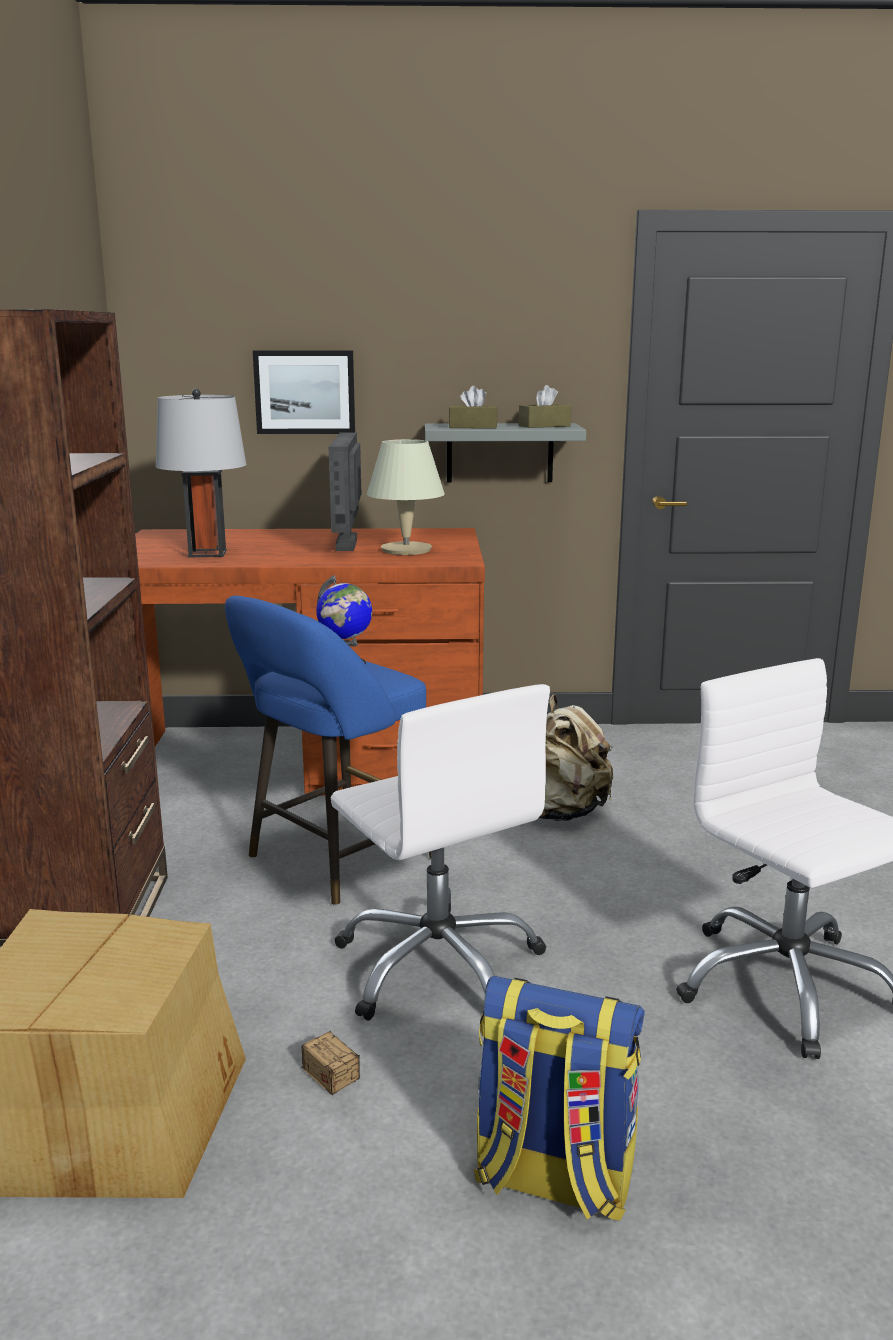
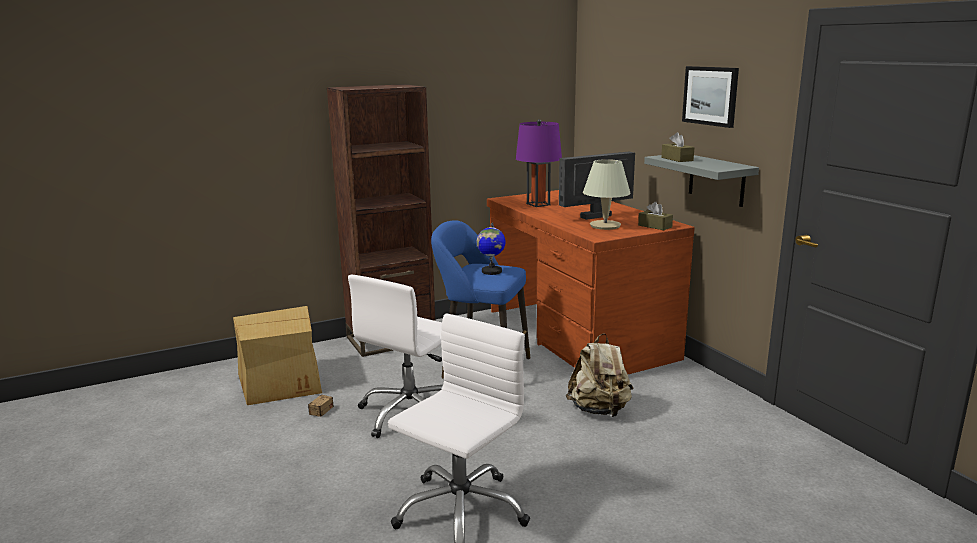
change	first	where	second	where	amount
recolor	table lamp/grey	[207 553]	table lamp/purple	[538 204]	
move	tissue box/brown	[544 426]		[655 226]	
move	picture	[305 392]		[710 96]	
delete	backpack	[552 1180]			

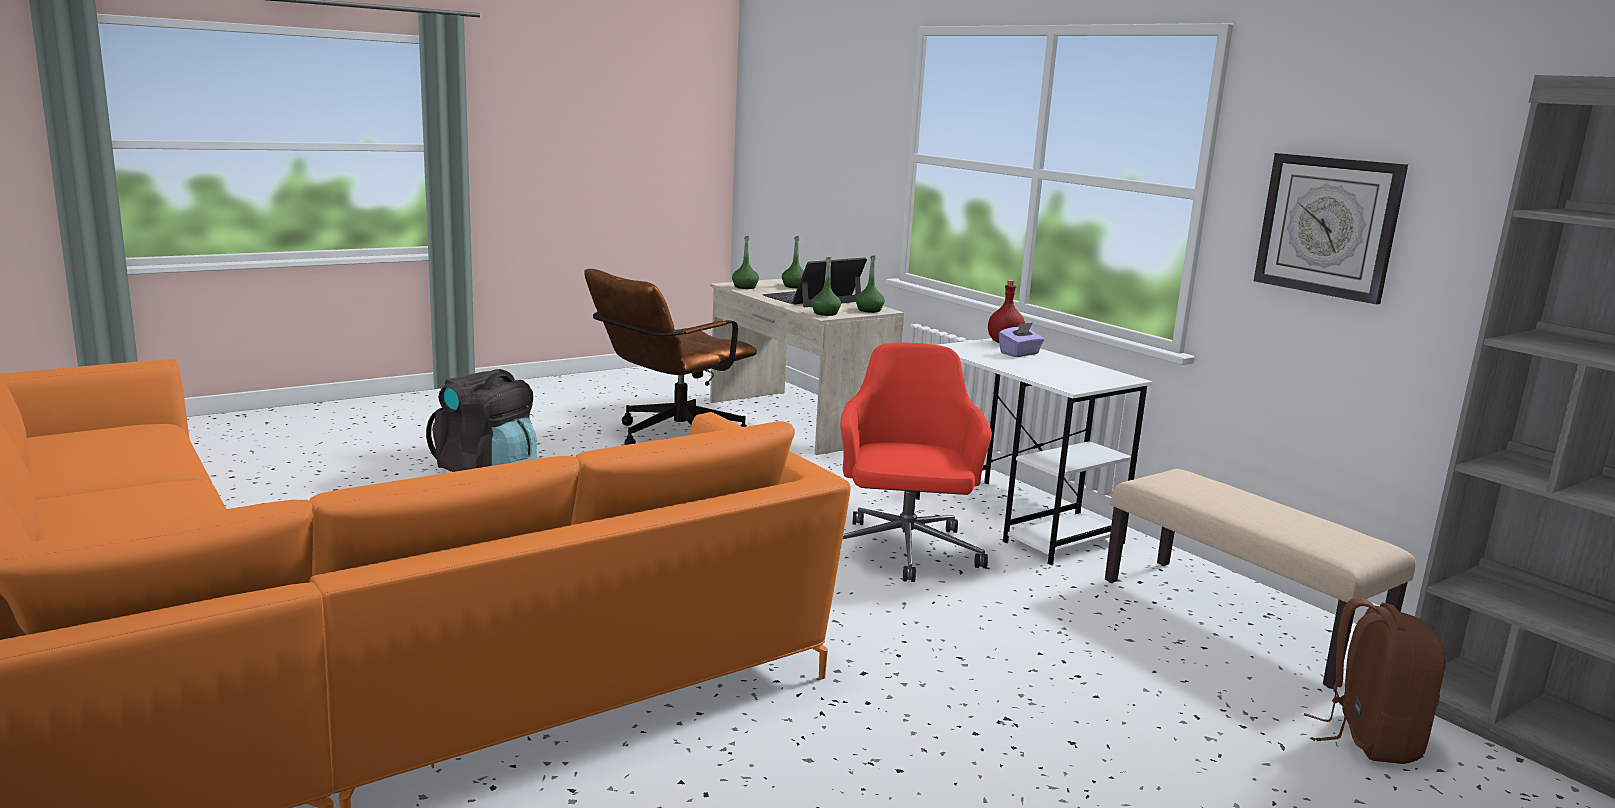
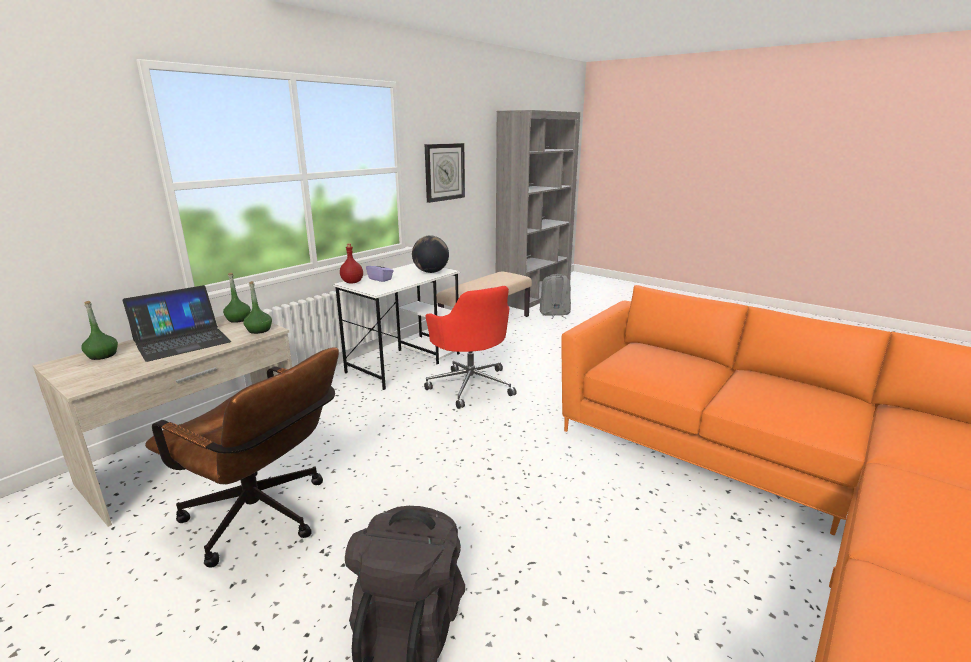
change	first	where	second	where	amount
rotate	laptop	[812 298]		[182 341]	75 degrees counterclockwise
insert			globe	[431 272]	
rotate	office chair/red	[903 553]		[471 385]	105 degrees counterclockwise
recolor	backpack/brown	[1368 738]	backpack/grey	[554 314]	
delete	bottle/green	[744 287]			

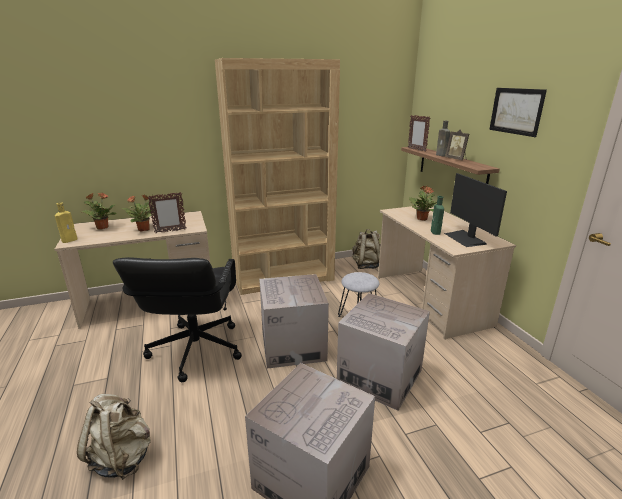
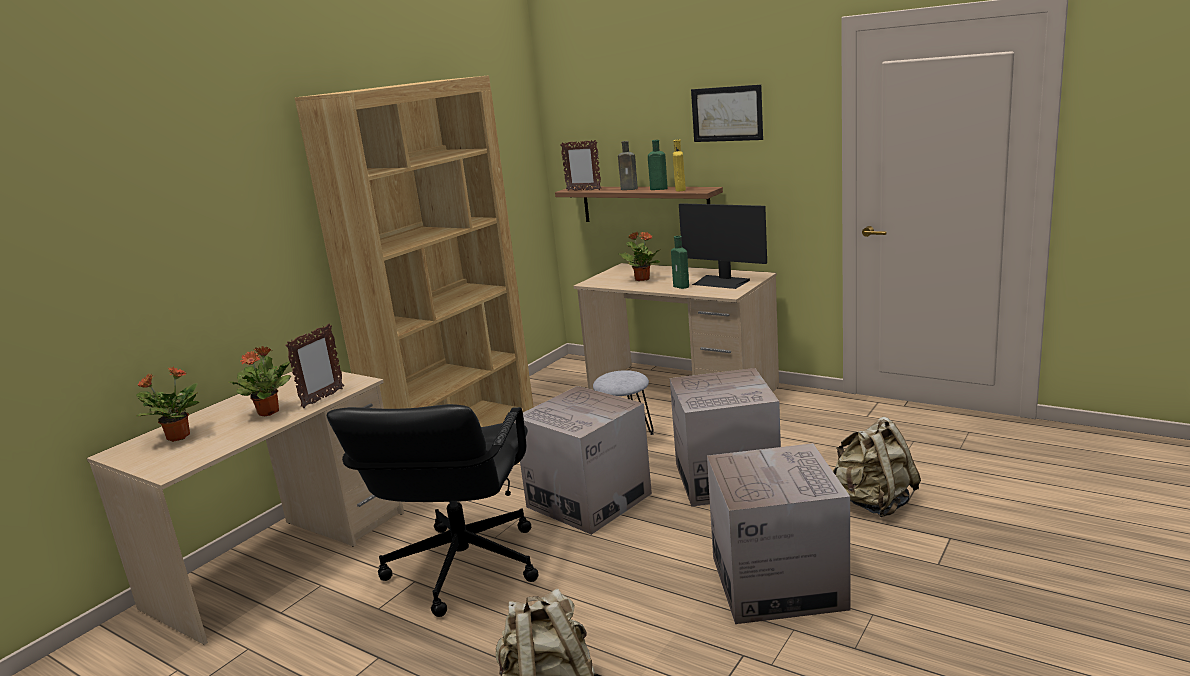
change	first	where	second	where	amount
rotate	office chair/black	[195 350]		[462 567]	45 degrees clockwise
replace	picture frame	[456 159]	bottle/green	[657 189]	
move	bottle/yellow	[70 240]		[680 189]	
move	backpack/beige	[366 265]		[874 503]	

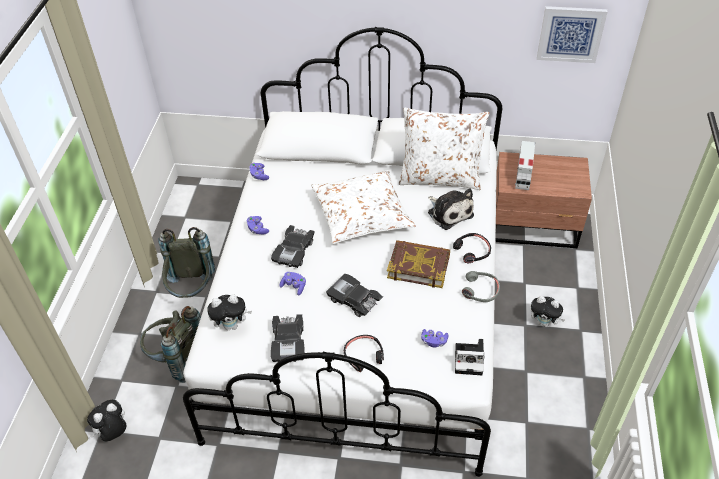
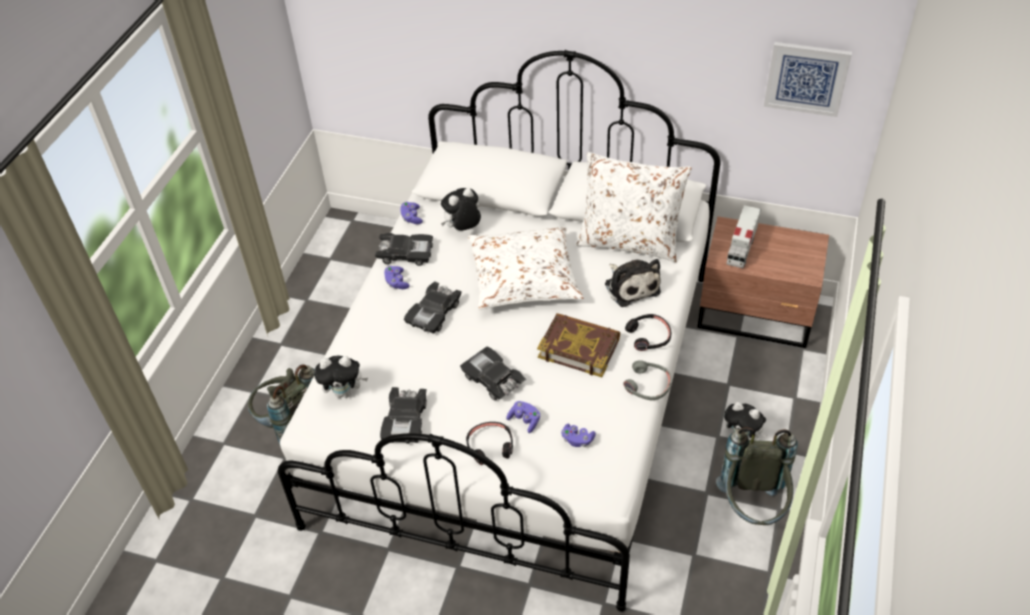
change	first	where	second	where	amount
insert			toy car/black	[405 253]	
move	plush toy	[113 433]		[463 229]	
move	game controller/purple	[294 286]		[524 420]	
move	backpack/grey	[192 291]		[753 509]	
delete	photo camera	[470 359]			

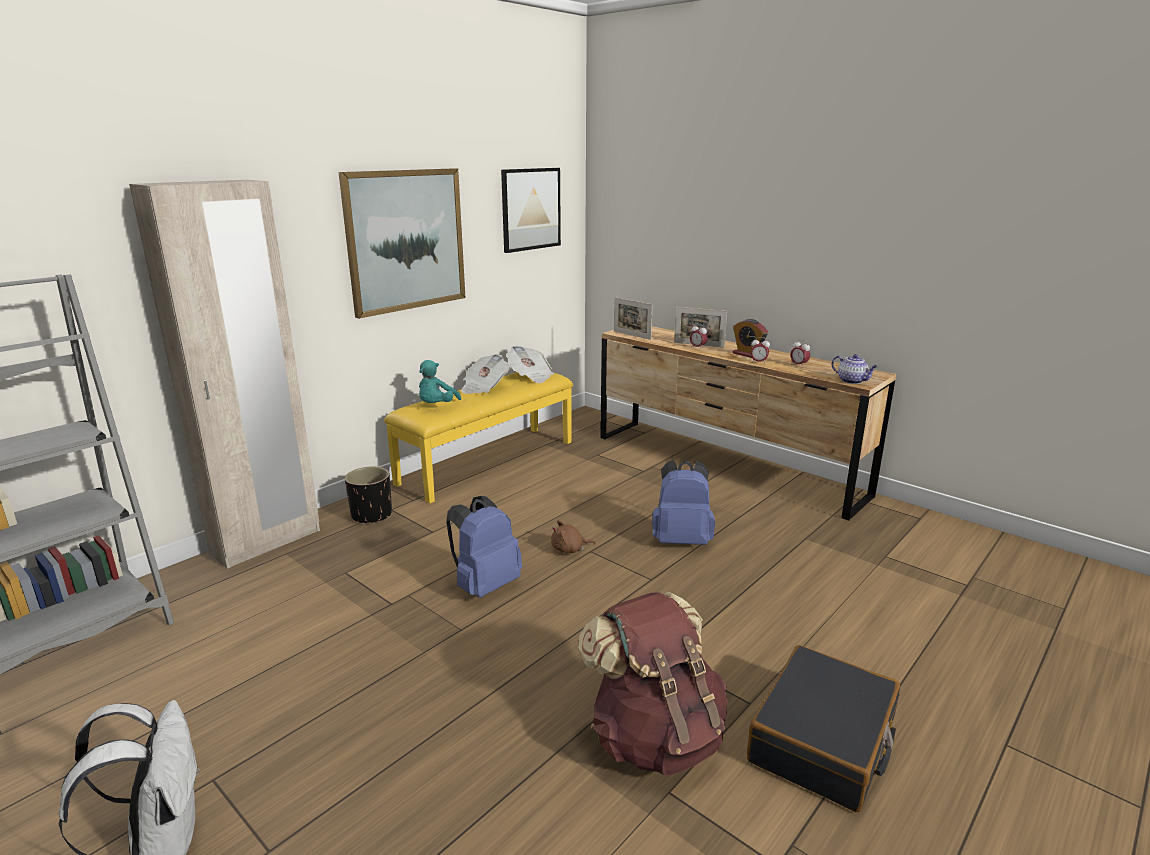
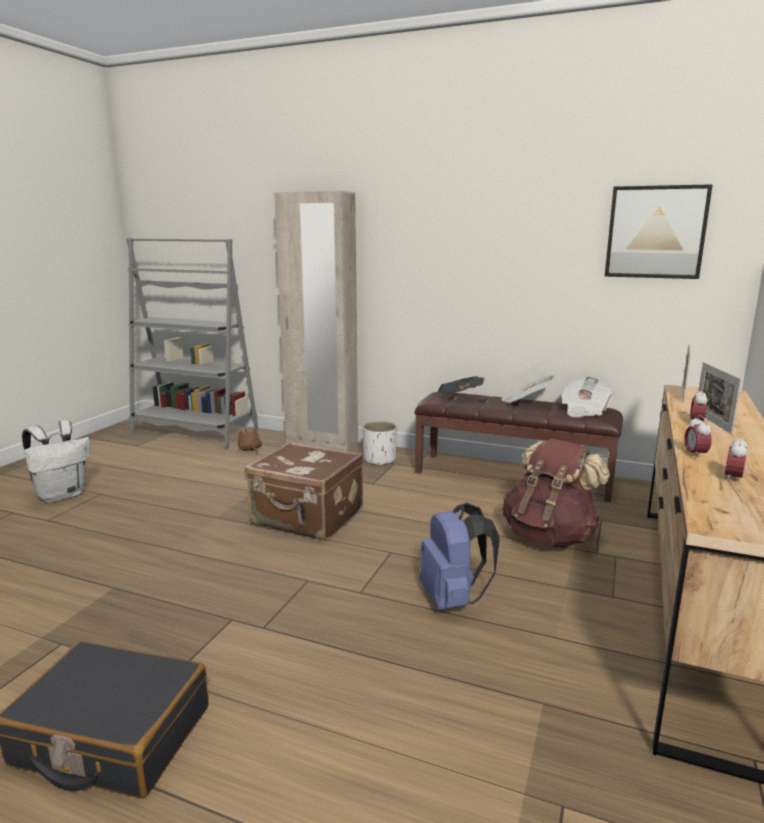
change	first	where	second	where	amount
move	plush toy/brown	[569 549]		[250 450]	
replace	backpack/blue	[485 585]	suitcase/brown	[307 519]	
recolor	planter/black	[372 515]	planter/white	[379 460]	
recolor	bench/yellow	[487 462]	bench/brown	[513 476]	
replace	plush toy/turquoise	[436 406]	newspaper	[460 398]	
move	backpack/brown	[655 737]		[549 537]	
delete	picture	[406 240]			
delete	alarm clock	[747 354]			
delete	teapot	[852 381]			

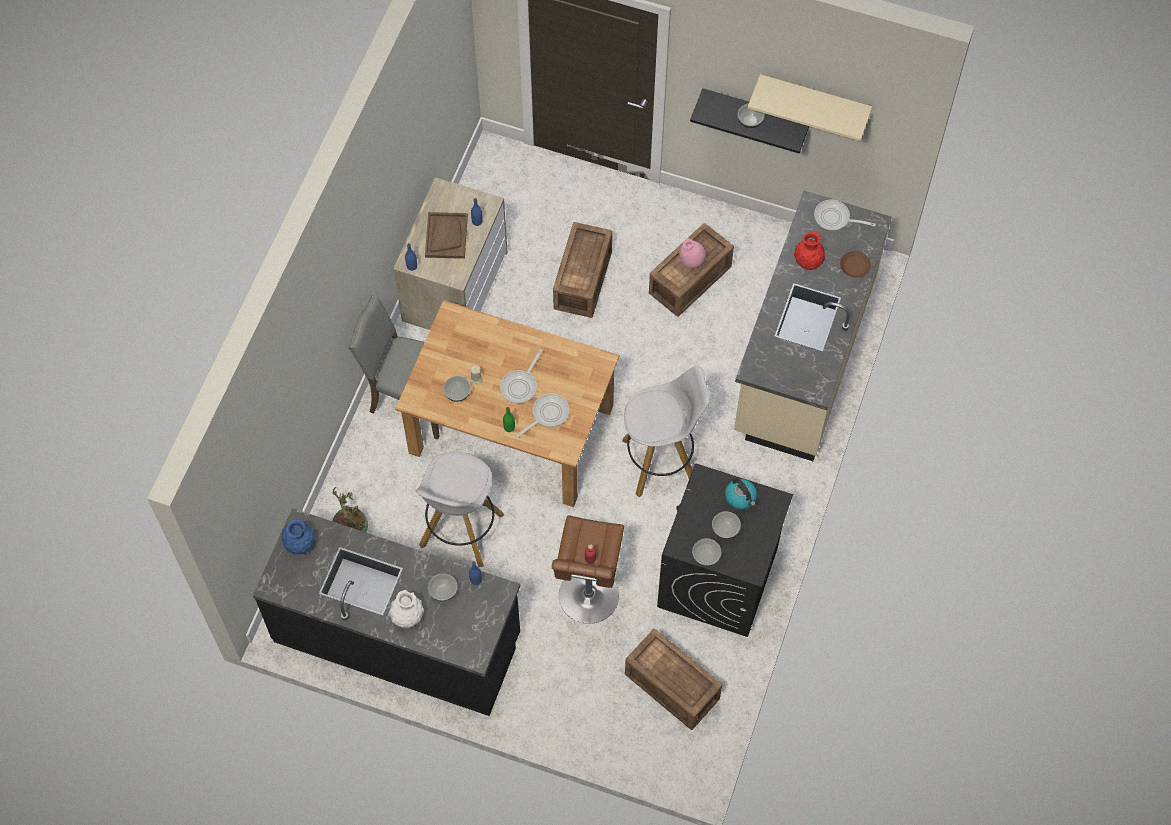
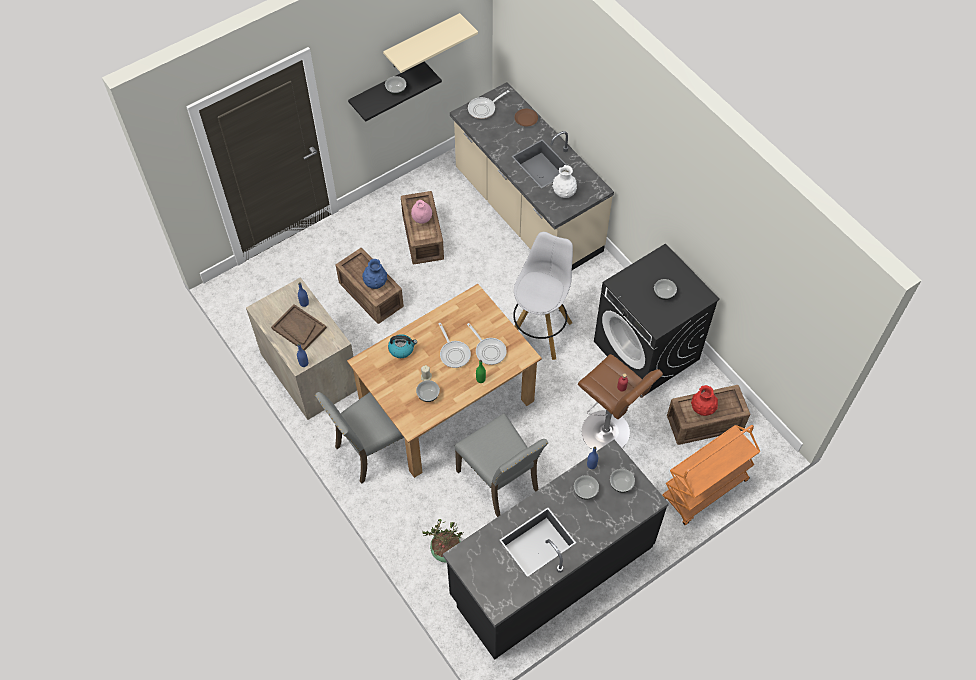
change	first	where	second	where	amount
move	vase/blue	[300 544]		[375 283]	
move	kettle	[741 497]		[402 349]	
replace	stool/white	[461 531]	chair/grey	[500 480]	
rotate	frying pan	[547 414]		[489 350]	150 degrees clockwise
move	vase/white	[407 616]		[564 193]	
move	bowl	[705 556]		[621 484]	
insert			cart/orange	[704 490]	
move	vase/red	[808 262]		[702 409]	

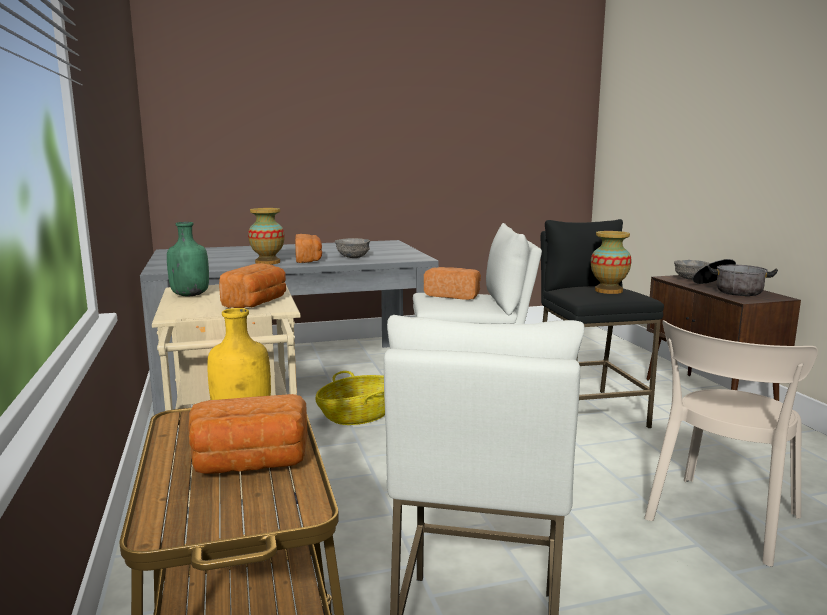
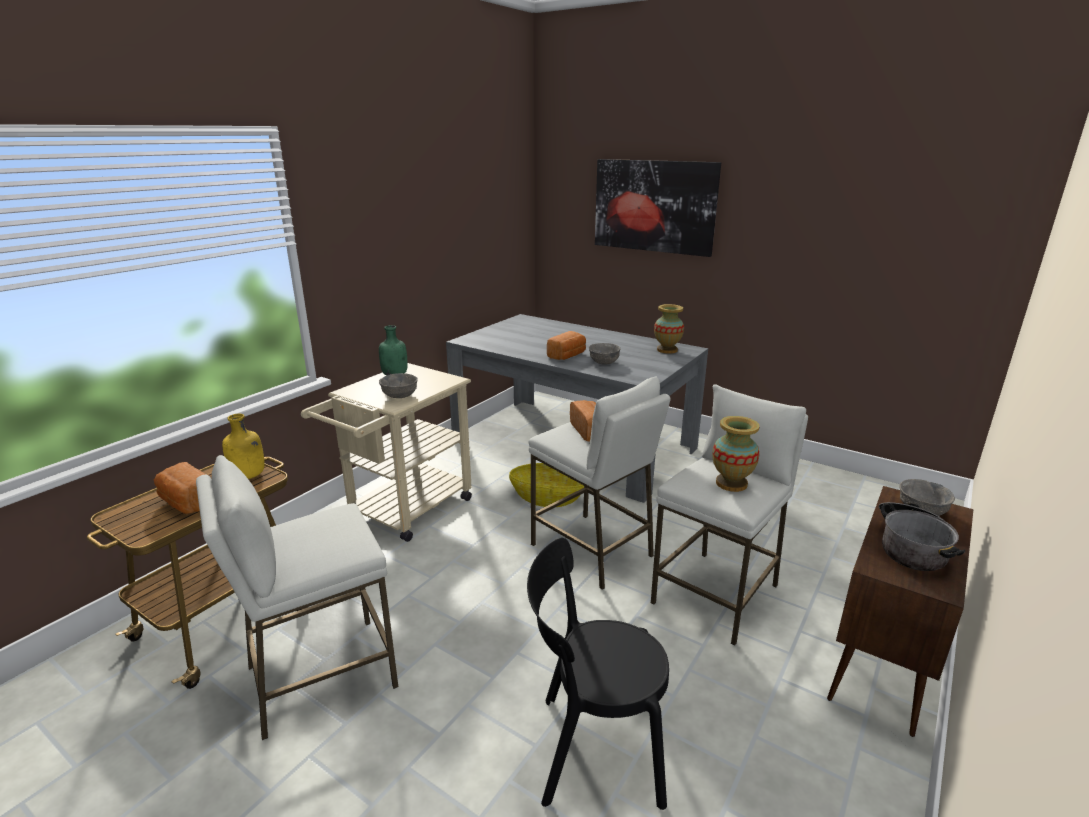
change	first	where	second	where	amount
replace	bread	[257 303]	bowl/grey	[399 396]	
recolor	chair/beige	[720 521]	chair/black	[592 749]	
insert			picture	[654 206]	
recolor	stool/black	[588 411]	stool/white	[716 594]	
move	vase	[267 262]		[667 350]	

